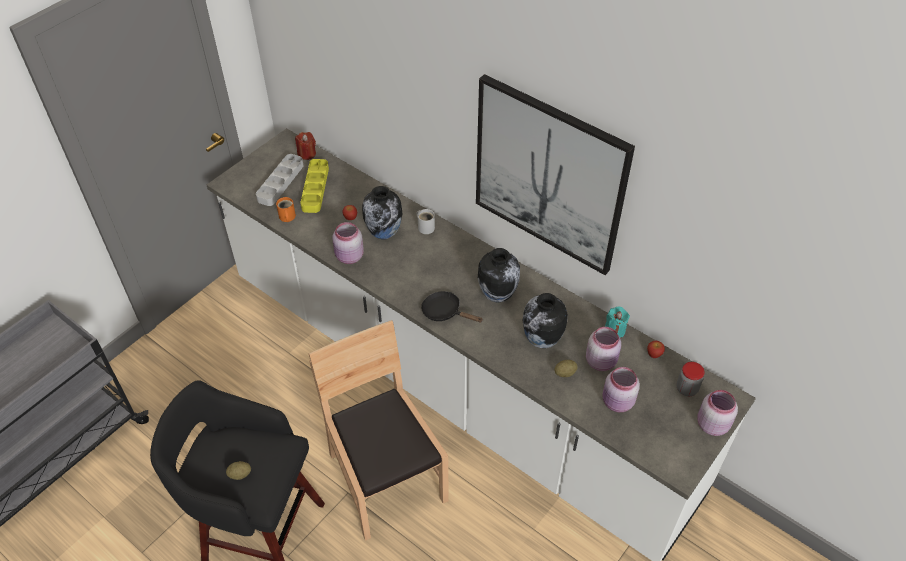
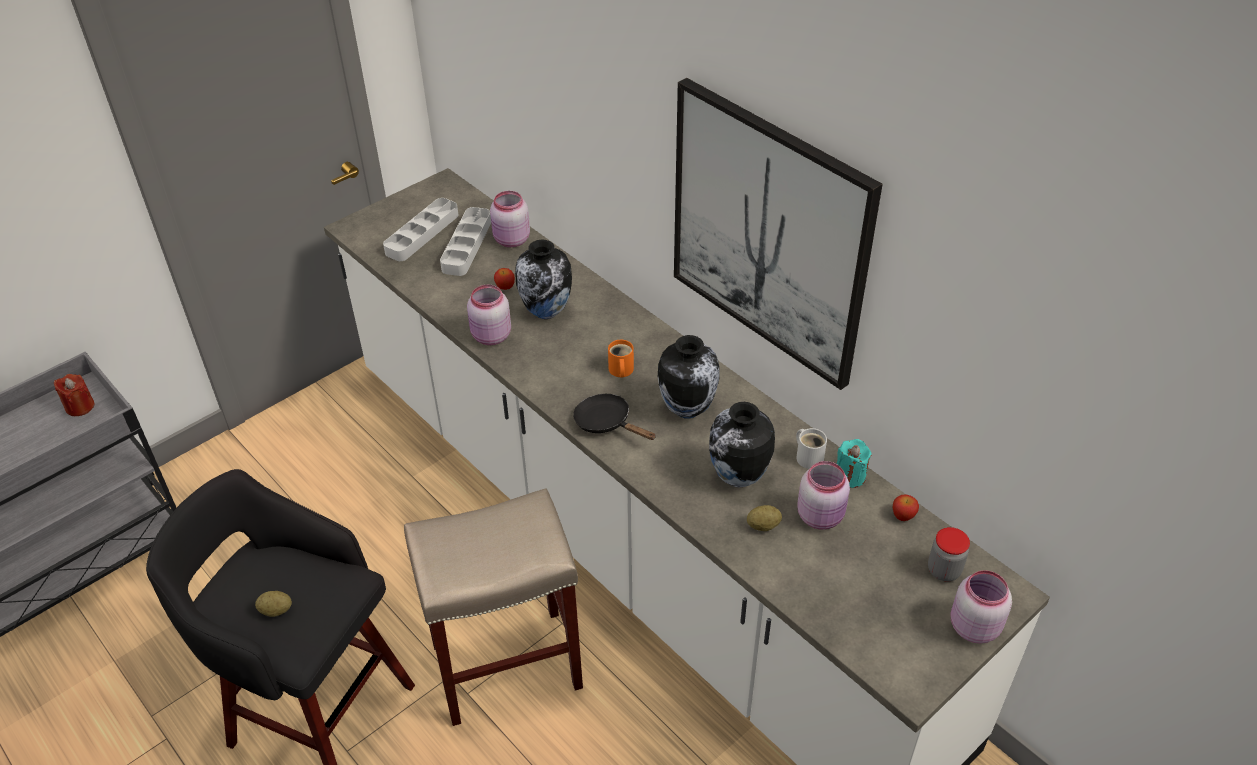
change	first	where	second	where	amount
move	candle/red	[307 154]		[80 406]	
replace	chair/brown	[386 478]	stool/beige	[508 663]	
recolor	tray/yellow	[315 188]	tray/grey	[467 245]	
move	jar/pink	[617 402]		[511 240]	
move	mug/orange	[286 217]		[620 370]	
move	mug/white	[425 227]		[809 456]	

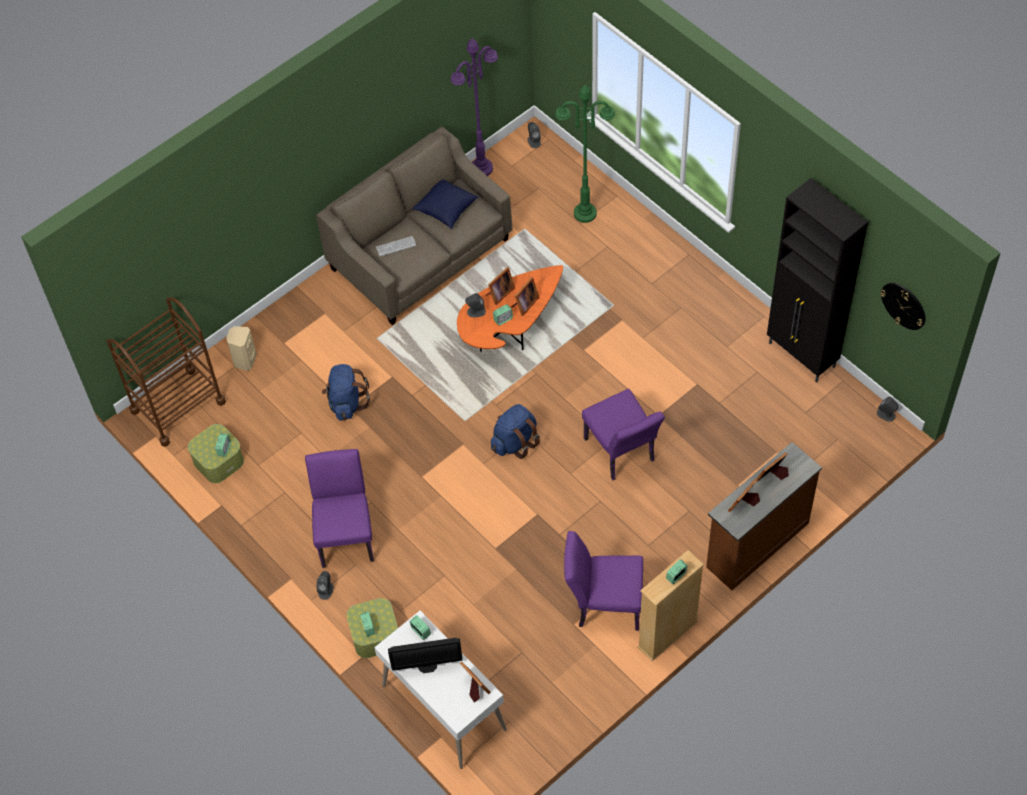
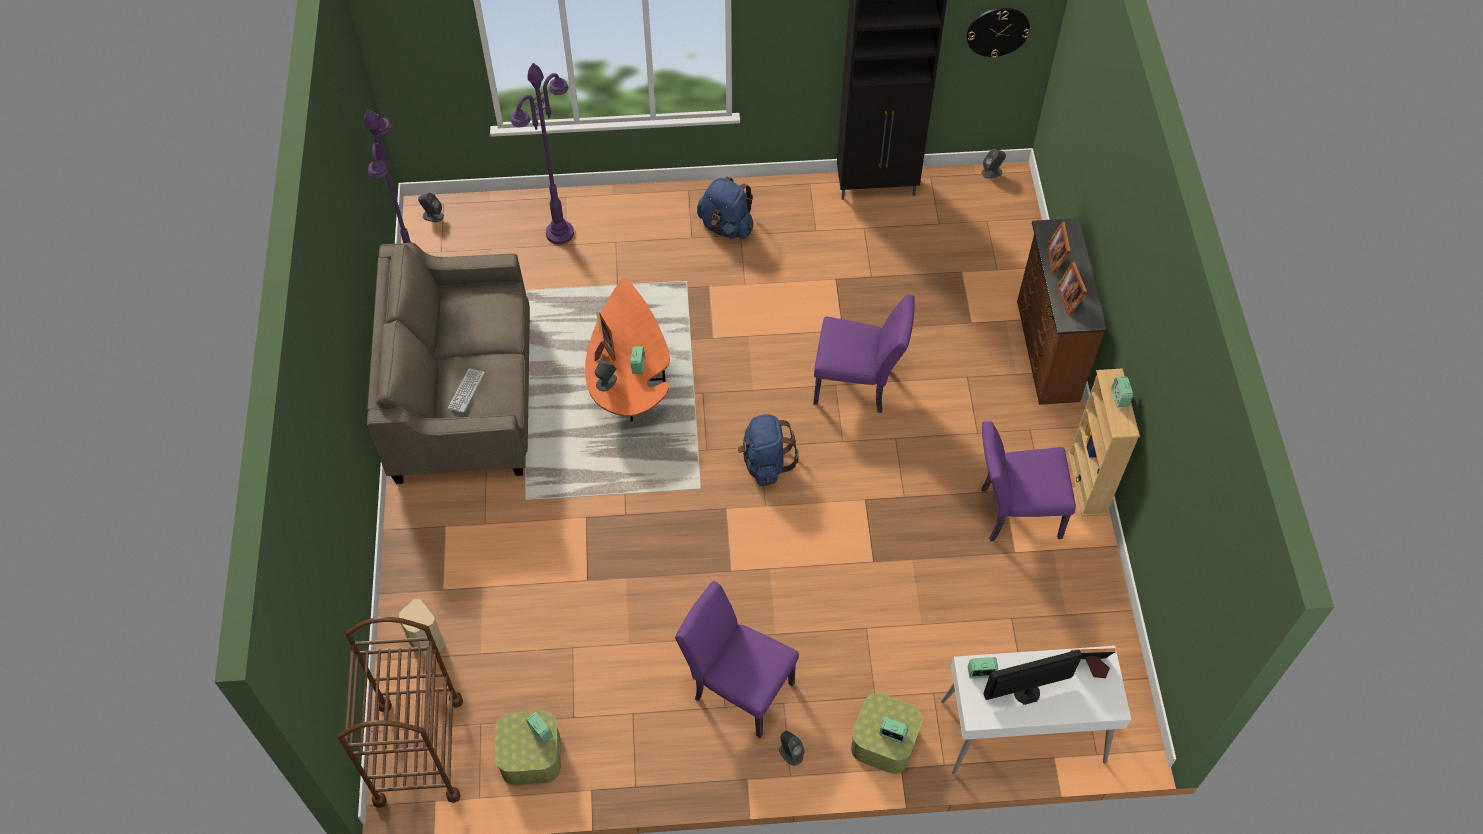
change	first	where	second	where	amount
recolor	floor lamp/green	[585 213]	floor lamp/purple	[560 233]	
move	backpack/blue	[346 403]		[726 226]	
rotate	chair/purple	[603 605]		[1013 513]	45 degrees clockwise
rotate	monitor	[427 665]		[1027 693]	135 degrees counterclockwise
delete	pillow/blue	[446 209]			
delete	picture frame	[524 304]			

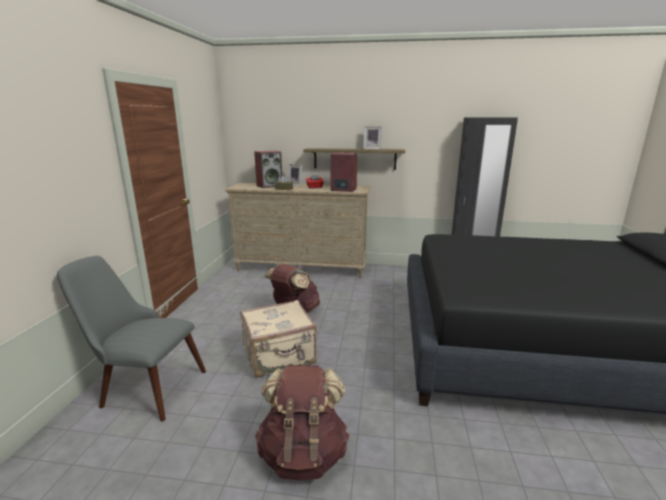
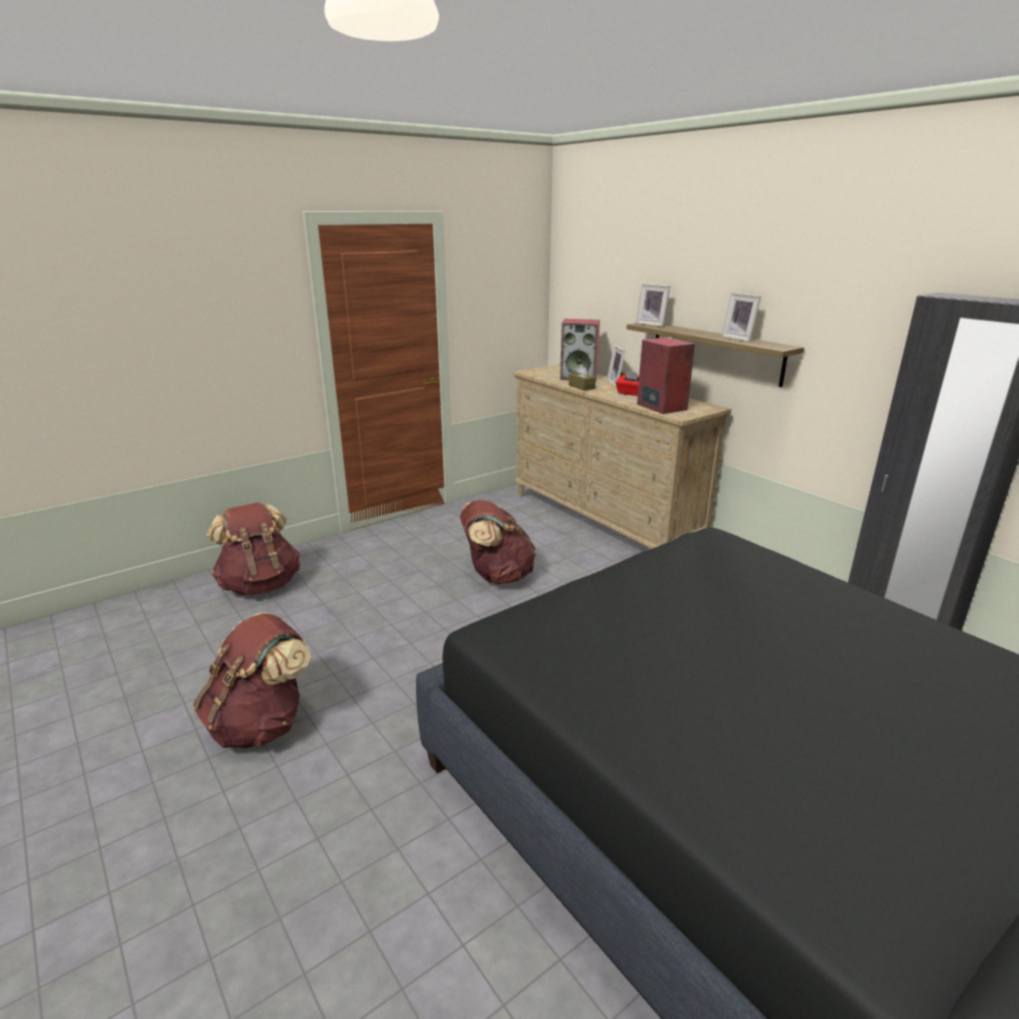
change	first	where	second	where	amount
replace	chair/grey	[143 387]	backpack/brown	[260 585]	
insert			picture frame	[652 324]	
delete	suitcase/beige	[279 356]			

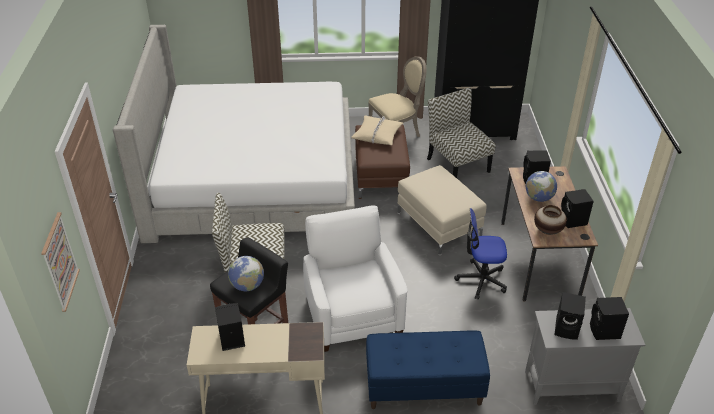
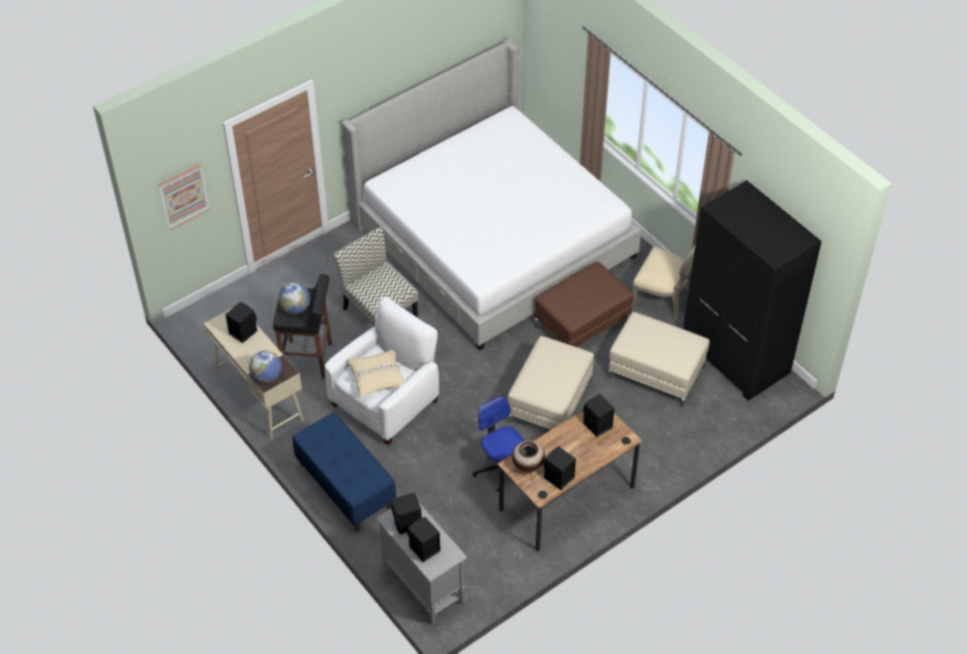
change	first	where	second	where	amount
move	globe	[538 198]		[267 376]	
move	pillow/beige	[377 135]		[377 377]	
replace	chair	[457 164]	ottoman/beige	[656 373]	

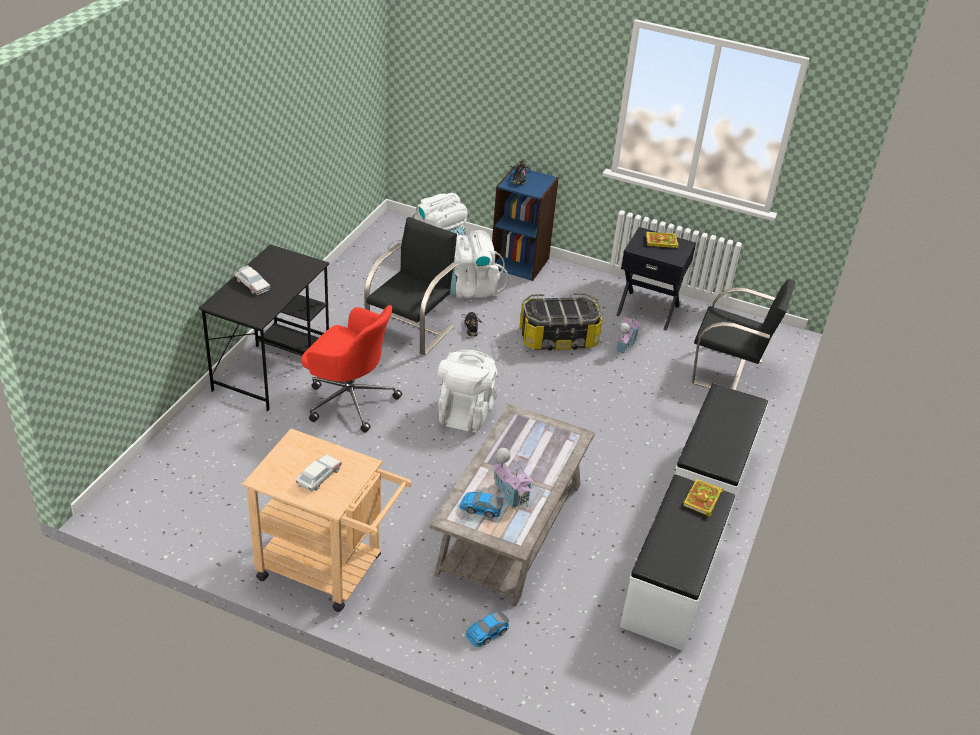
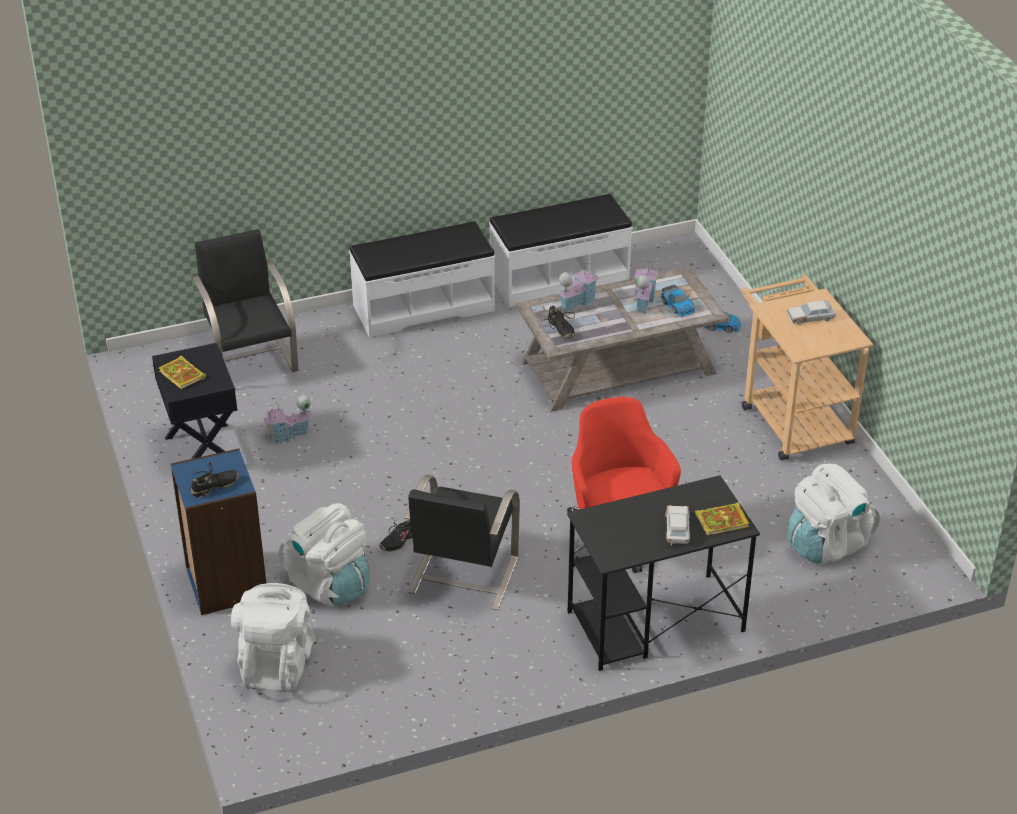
change	first	where	second	where	amount
rotate	chair/black	[411 329]		[462 576]	60 degrees counterclockwise
insert			shoe/black	[560 329]	
insert			toy house	[576 302]	
move	book	[702 500]		[723 520]	
move	backpack/white	[465 413]		[826 544]	
delete	storage box	[558 338]			

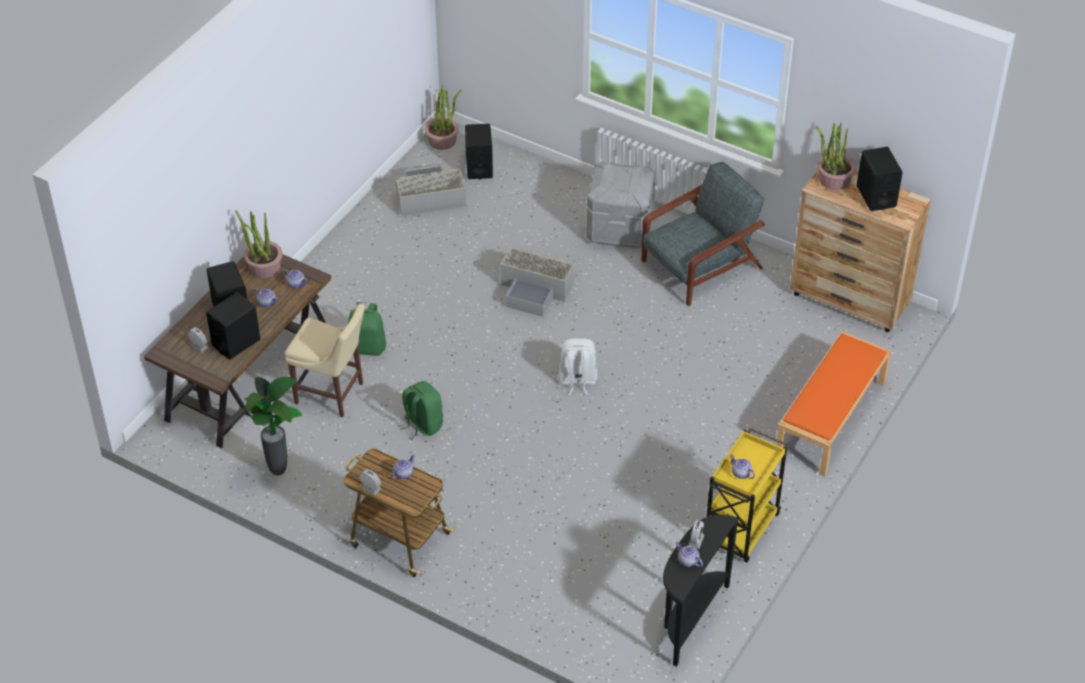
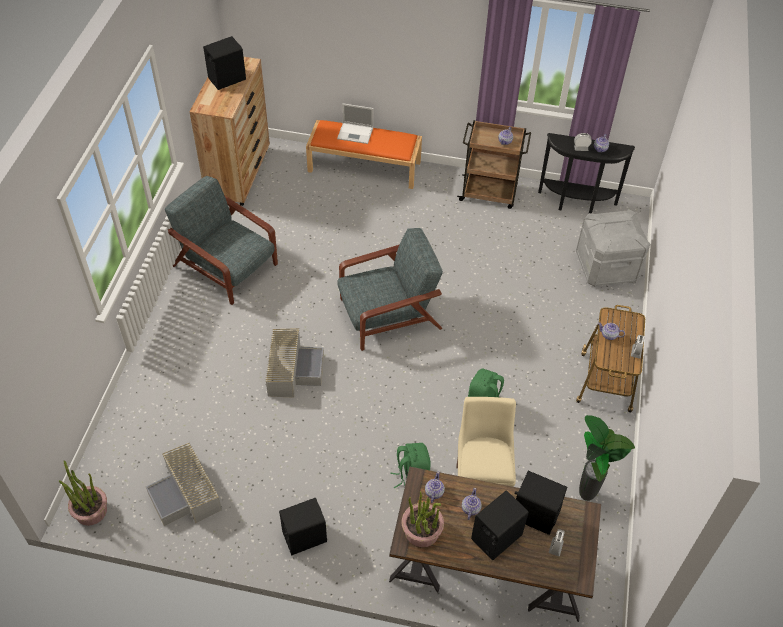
change	first	where	second	where	amount
move	speaker/black	[479 167]		[304 537]	
insert			laptop	[356 133]	
replace	backpack/white	[577 380]	armchair/grey	[388 314]	
recolor	cart/yellow	[741 531]	cart/brown	[489 193]	
move	storage box/grey	[619 228]		[606 267]	
delete	potted plant	[834 179]			

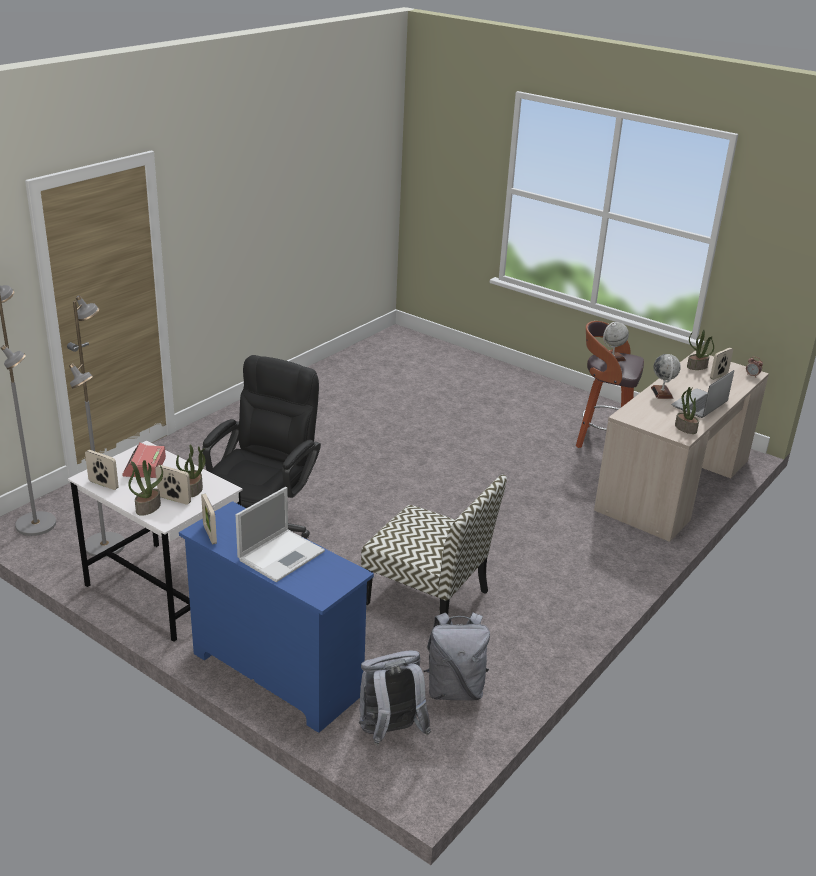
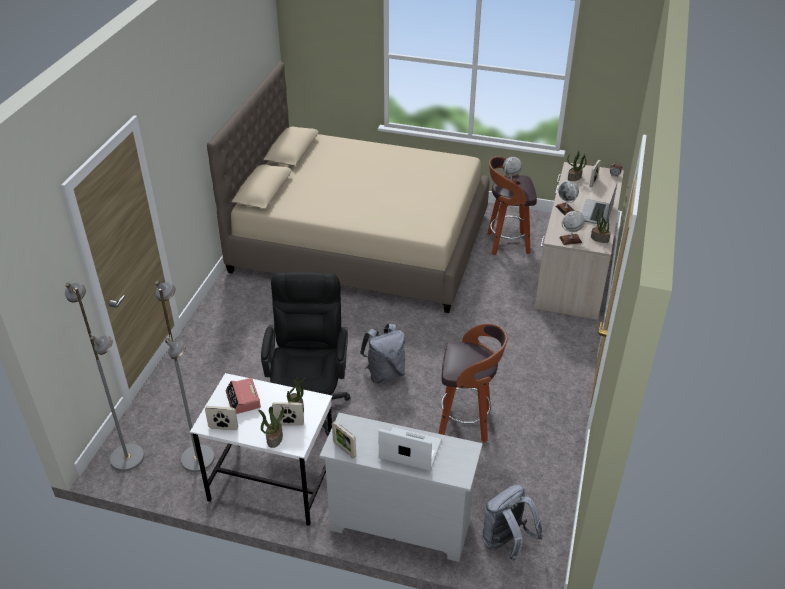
change	first	where	second	where	amount
insert			bed/beige	[361 242]	
recolor	dresser/blue	[276 673]	dresser/white	[400 524]	
move	backpack/grey	[454 689]		[385 373]	
rotate	laptop	[282 555]		[409 449]	90 degrees counterclockwise
replace	chair	[428 598]	stool	[466 422]	
insert			globe	[570 240]	

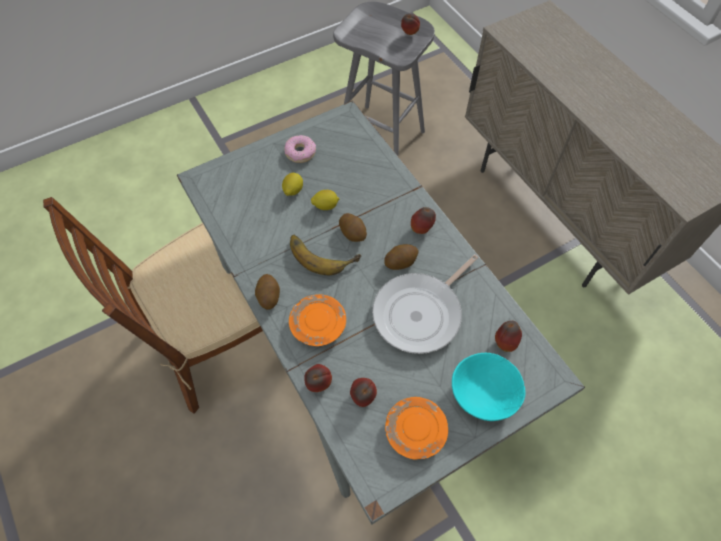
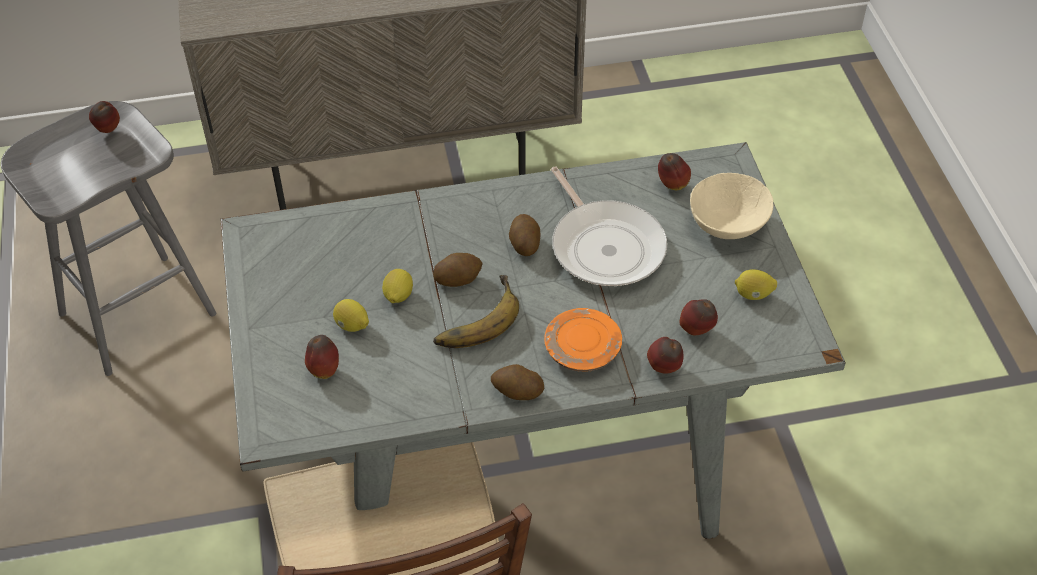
change	first	where	second	where	amount
move	apple	[421 228]		[324 370]	
recolor	bowl/turquoise	[483 395]	bowl/beige	[729 223]	
replace	plate/orange	[415 431]	lemon	[753 294]	
delete	donut	[300 152]			

